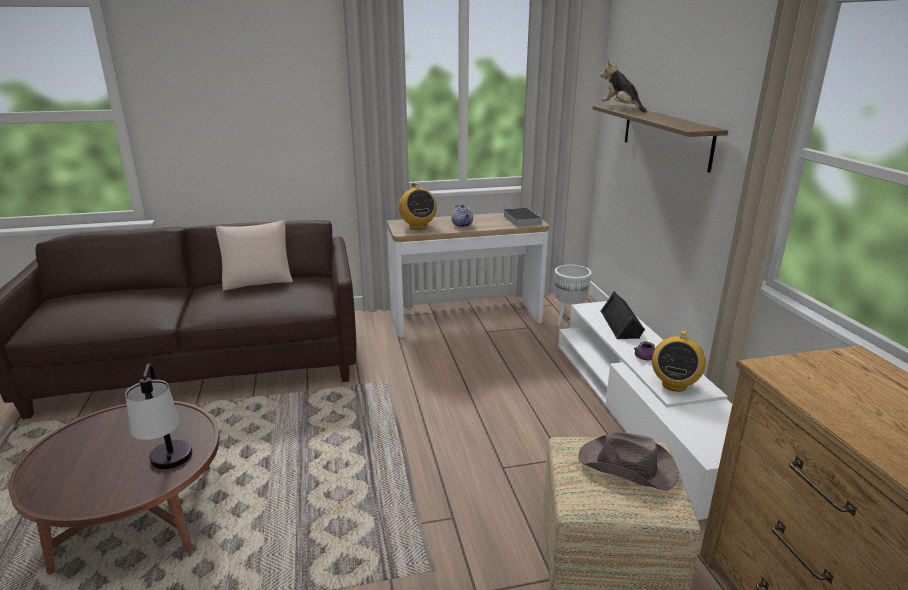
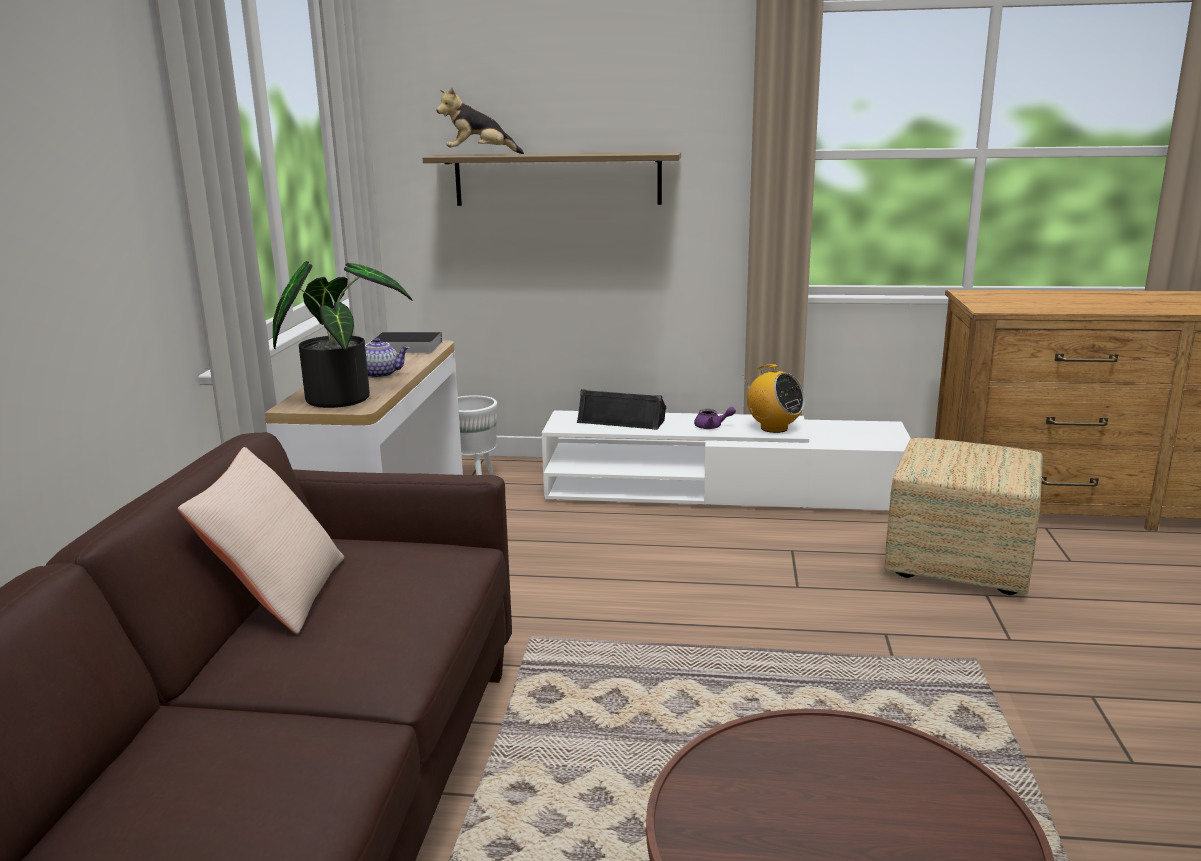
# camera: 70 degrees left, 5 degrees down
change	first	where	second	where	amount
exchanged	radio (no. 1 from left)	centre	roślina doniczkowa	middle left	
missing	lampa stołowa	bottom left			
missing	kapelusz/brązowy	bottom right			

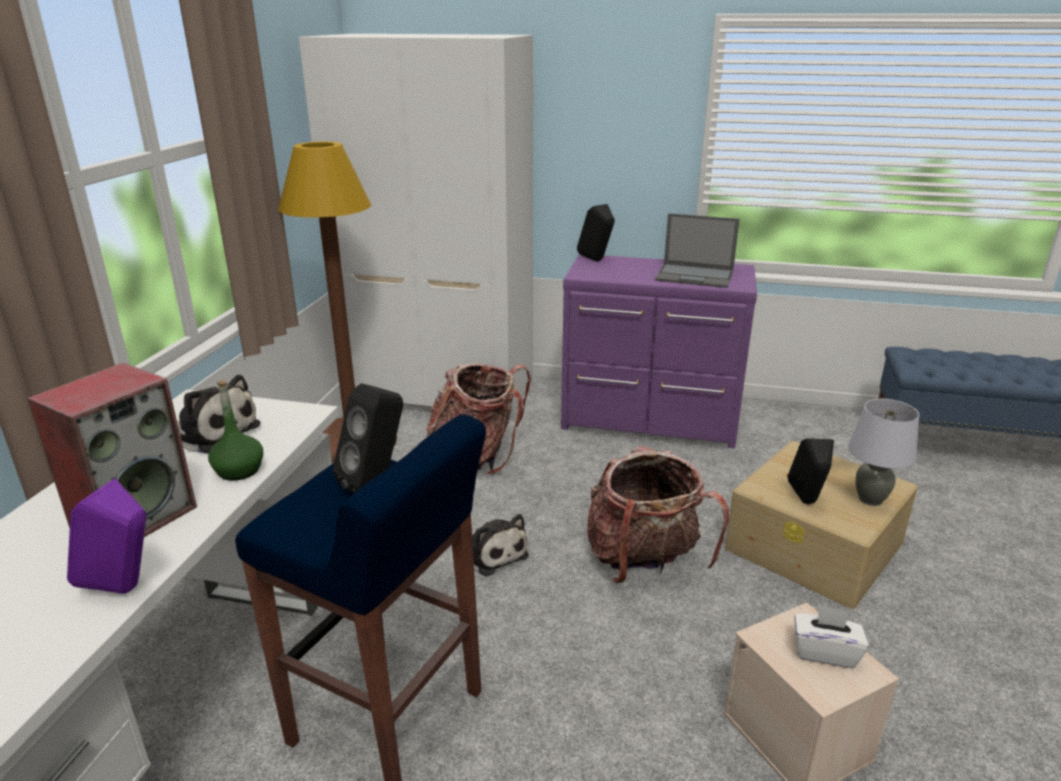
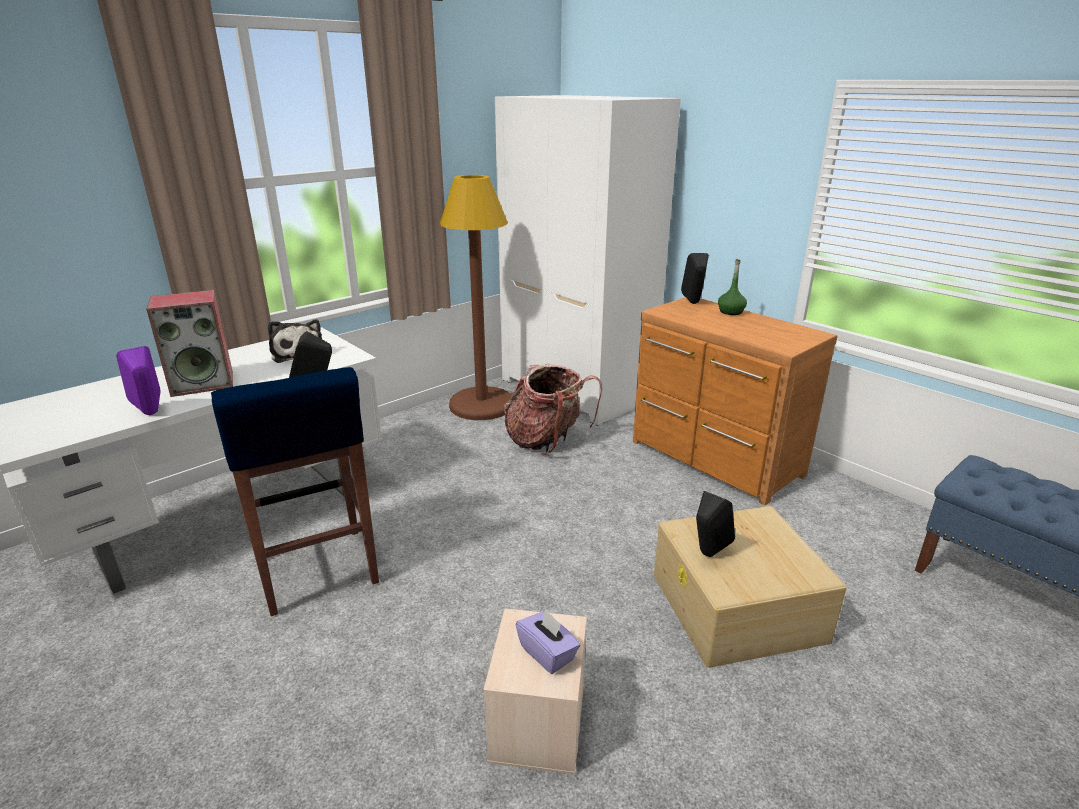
# camera: 35 degrees right, 0 degrees up
change	first	where	second	where	amount
missing	laptop	top centre			
colour	komoda/fioletowy	centre	komoda/brązowy	middle right	
relocated	butelka/zielony	middle left		middle right	
missing	lampa stołowa/szary	middle right			
missing	plecak (no. 2 from left)	centre			
missing	pluszak (no. 2 from left)	bottom centre			
colour	pudełko chusteczek/biały	bottom right	pudełko chusteczek/fioletowy	bottom centre	

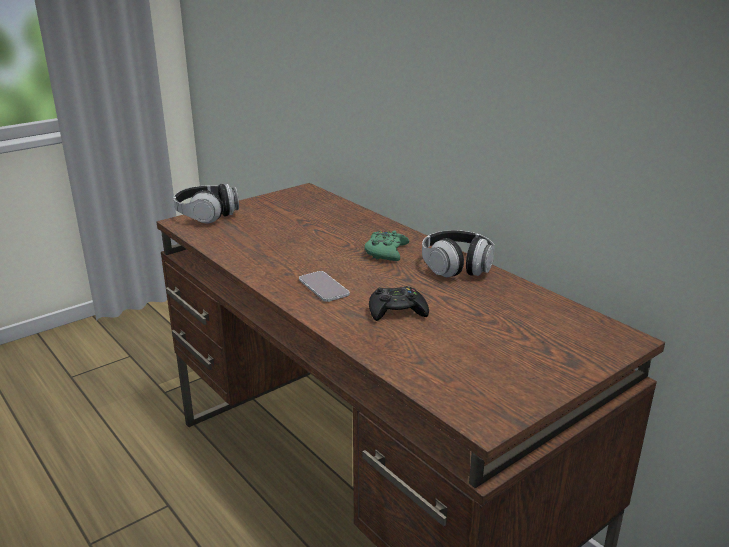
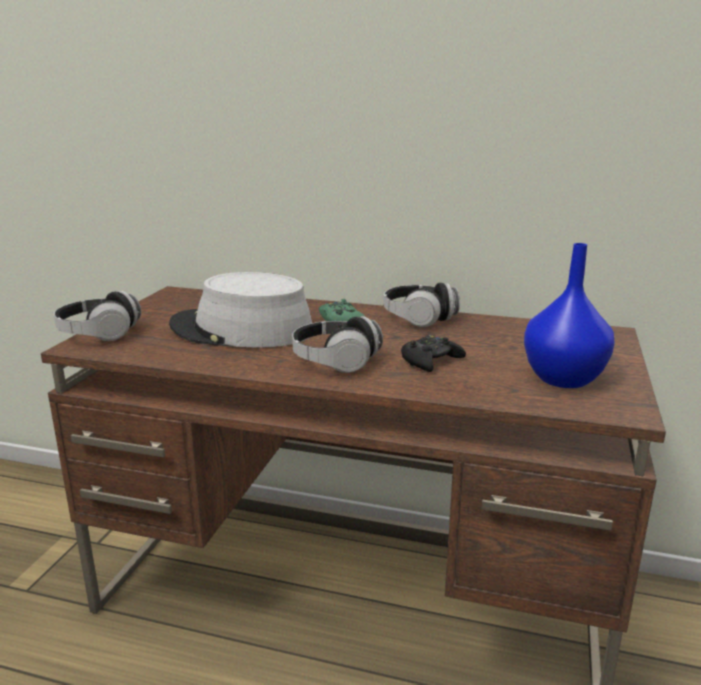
# camera: 35 degrees left, 5 degrees down
change	first	where	second	where	amount
exchanged	telefon	centre	słuchawki (no. 2 from left)	centre	
appeared			wazon/niebieski	middle right	
appeared			kapelusz/szary	centre	

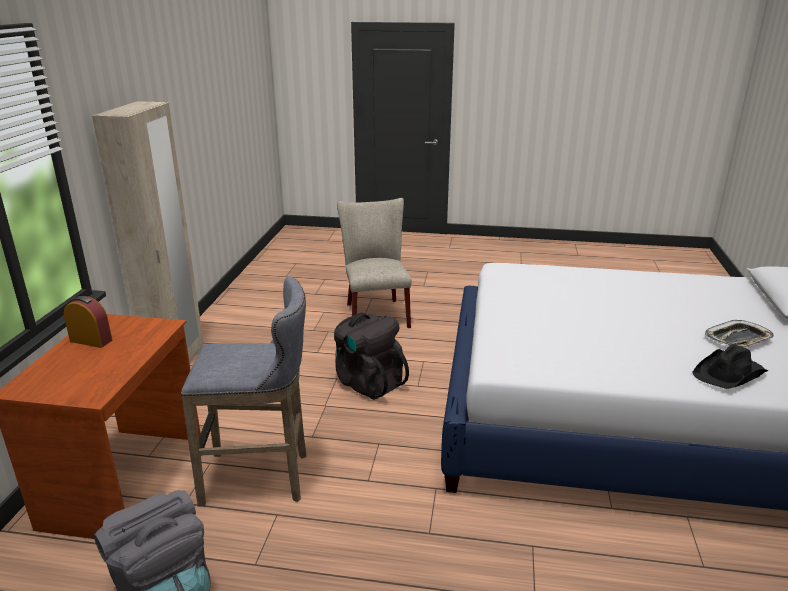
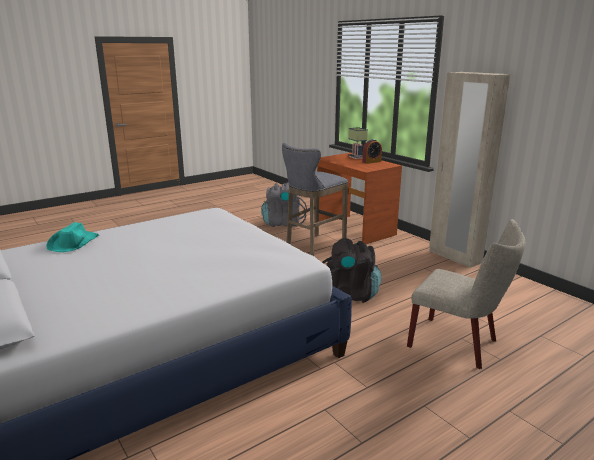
# camera: 135 degrees right, 5 degrees down
change	first	where	second	where	amount
missing	taca	middle right			
colour	kapelusz/czarny	middle right	kapelusz/turkusowy	middle left	
appeared			lampa stołowa	top centre	

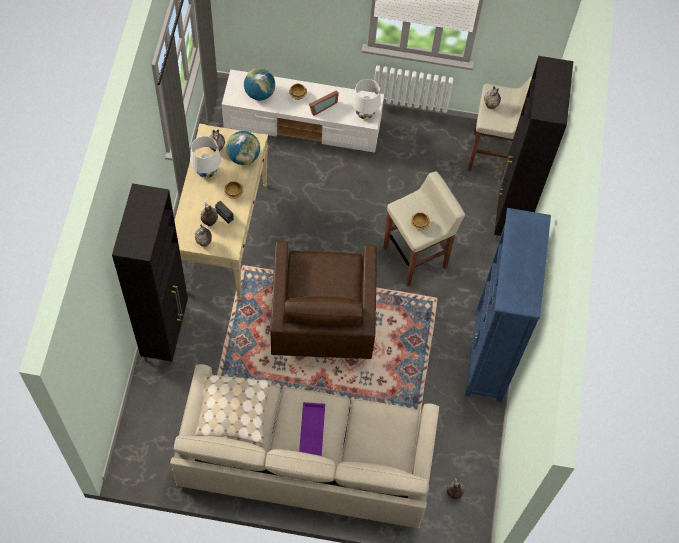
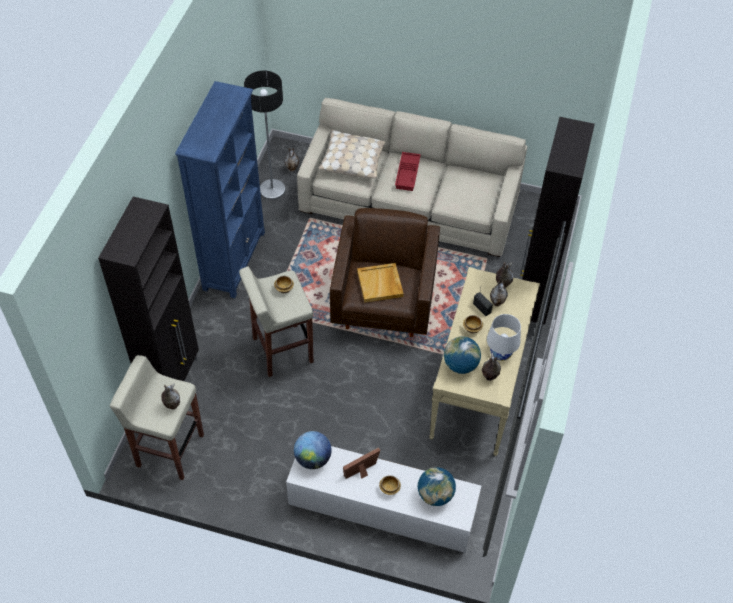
# camera: 170 degrees left, 10 degrees down
change	first	where	second	where	amount
exchanged	lampa stołowa/biały (no. 2 from left)	top centre	globus (no. 1 from left)	bottom centre	
relocated	poduszka/beżowy	bottom centre		top centre	
colour	taca/fioletowy	bottom centre	taca/czerwony	top centre	
appeared			lampa stojąca	top centre	
appeared			taca/beżowy	centre	

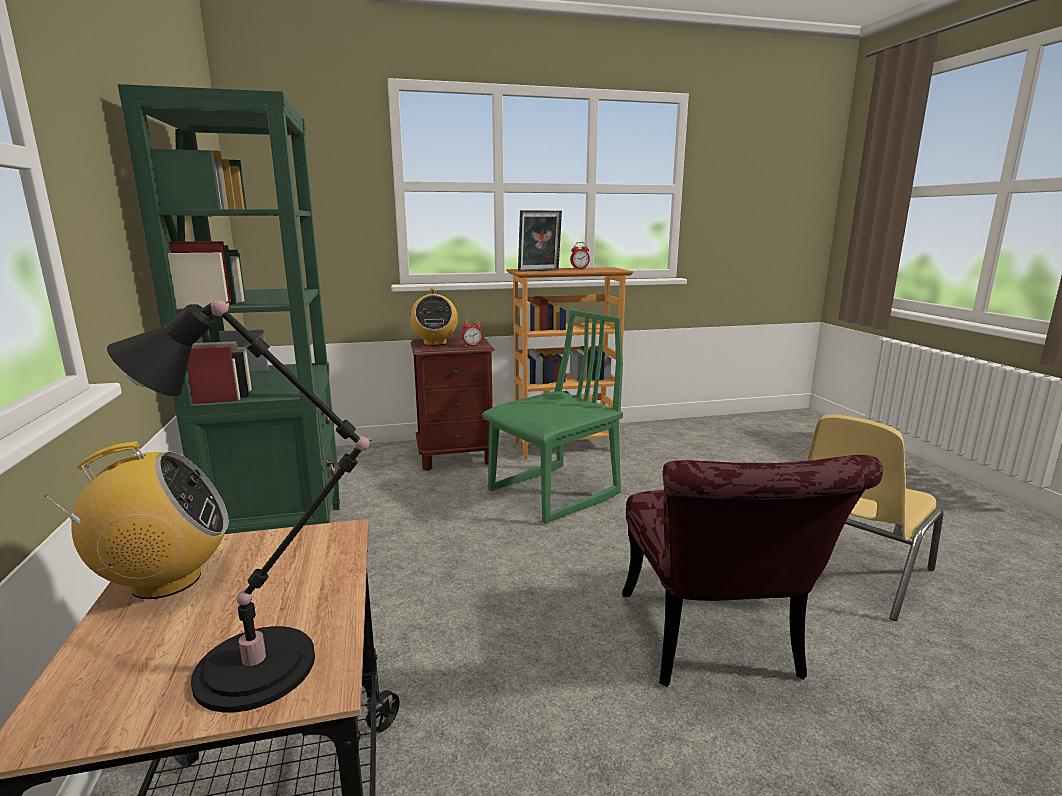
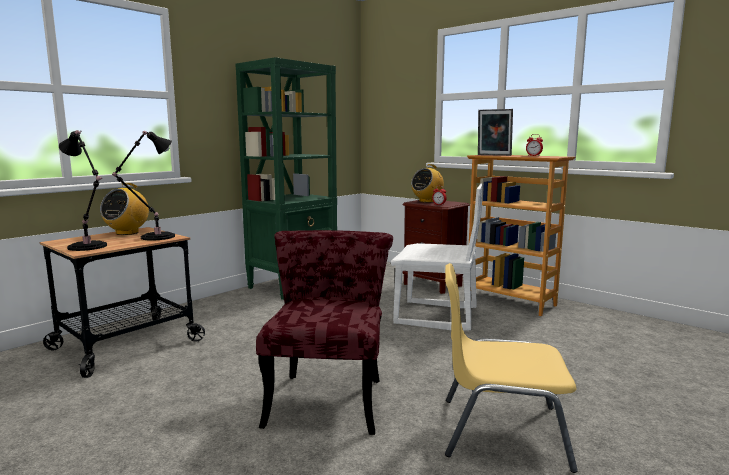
# camera: 55 degrees right, 5 degrees down
change	first	where	second	where	amount
colour	krzesło/zielony	centre	krzesło/biały	centre	
spun	radio (no. 1 from left)	middle left		middle left	75 degrees clockwise
spun	krzesło/czerwony	bottom right		bottom centre	135 degrees clockwise
appeared			lampa stołowa/czarny (no. 2 from left)	middle left	

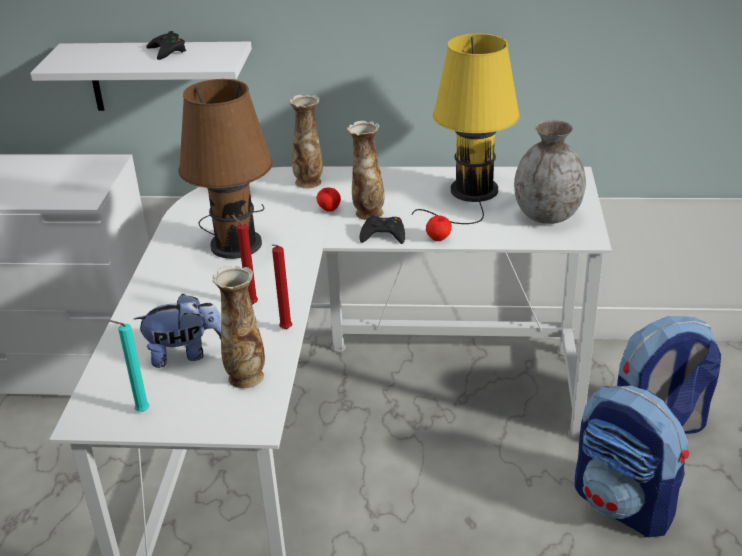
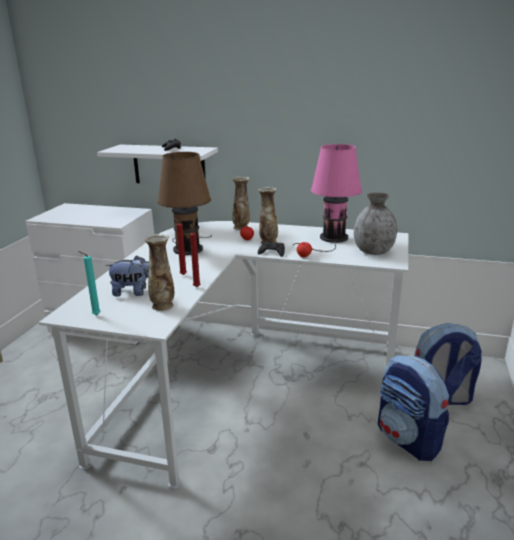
# camera: 10 degrees right, 10 degrees down
change	first	where	second	where	amount
colour	lampa stołowa/żółty	top centre	lampa stołowa/różowy	centre	

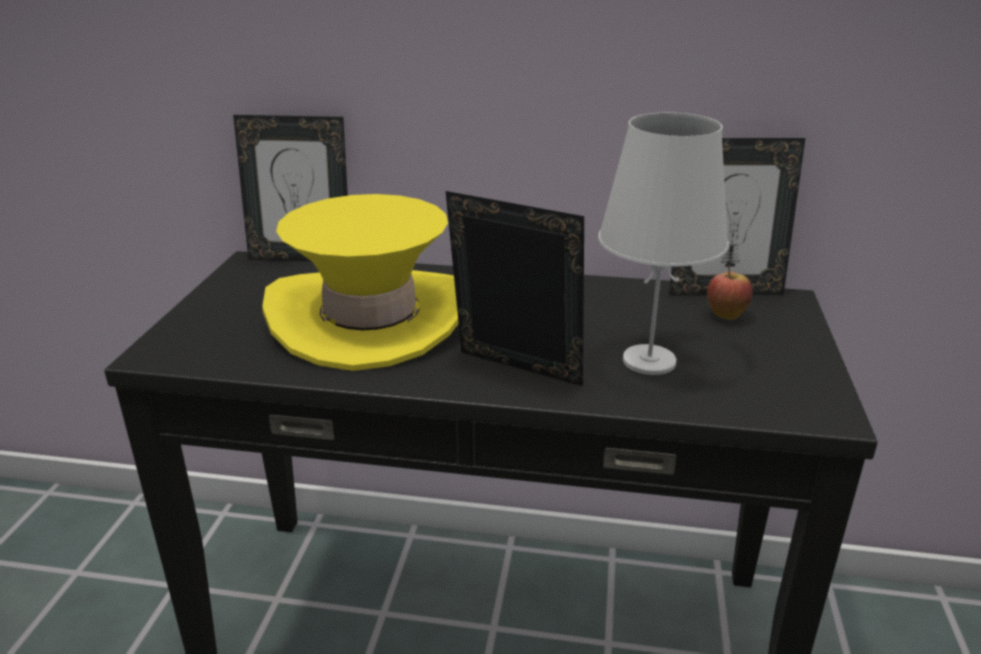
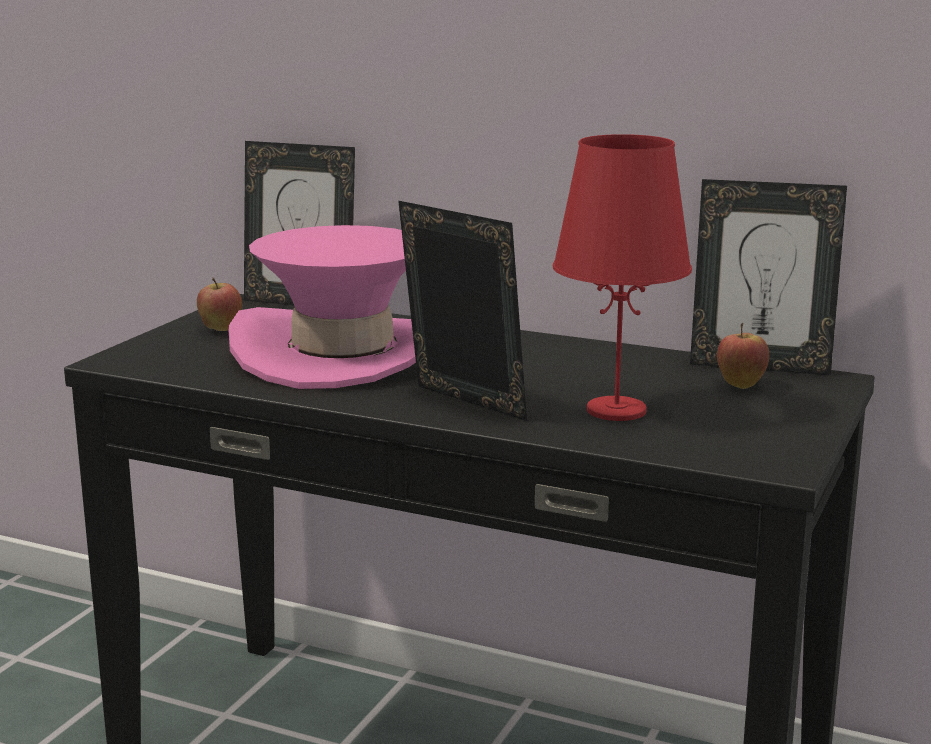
# camera: 15 degrees right, 10 degrees down
change	first	where	second	where	amount
colour	lampa stołowa/biały	middle right	lampa stołowa/czerwony	middle right	
colour	kapelusz/żółty	centre	kapelusz/różowy	centre	
appeared			jabłko (no. 1 from left)	middle left	

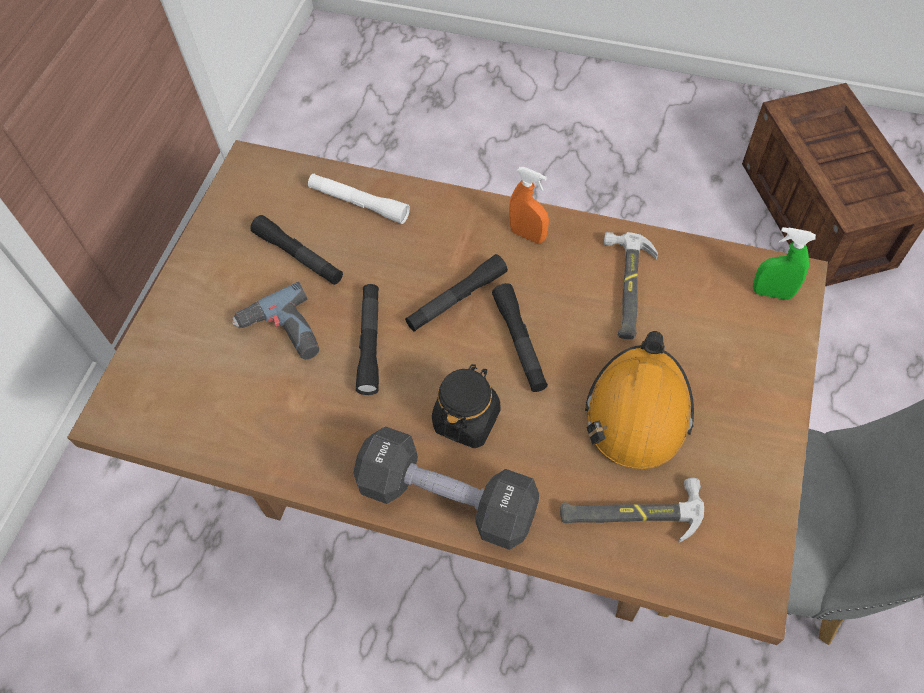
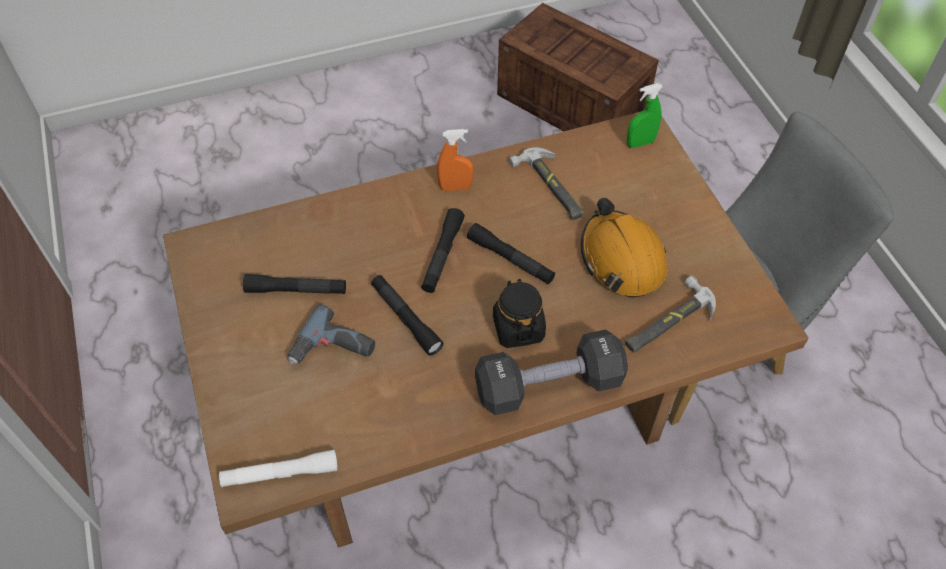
# camera: 40 degrees left, 5 degrees down
change	first	where	second	where	amount
relocated	latarka/biały	top centre		bottom left	

